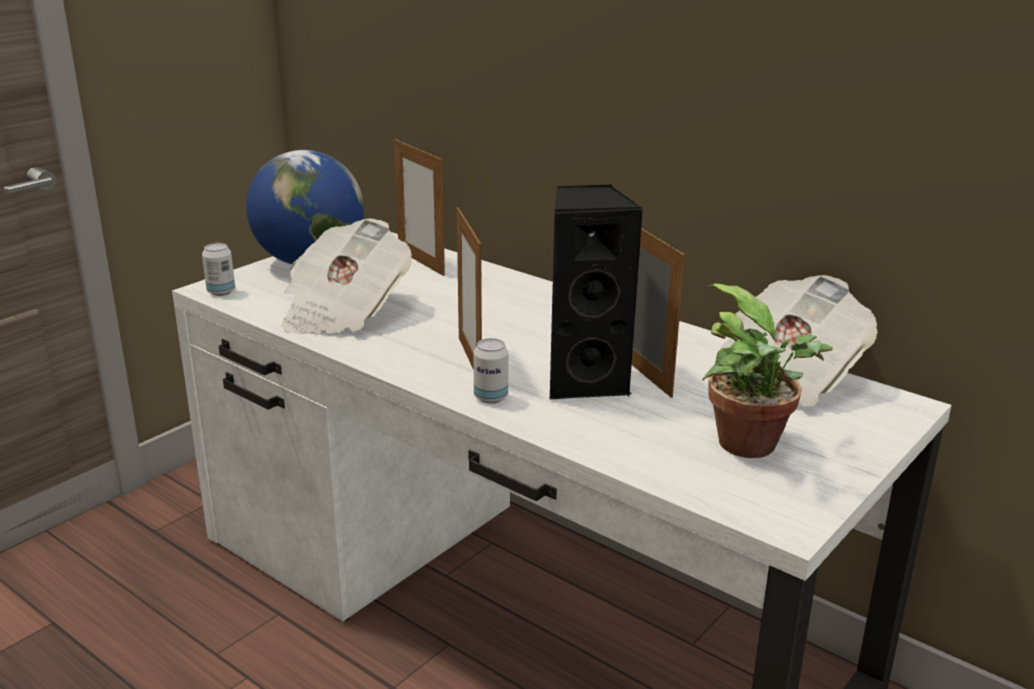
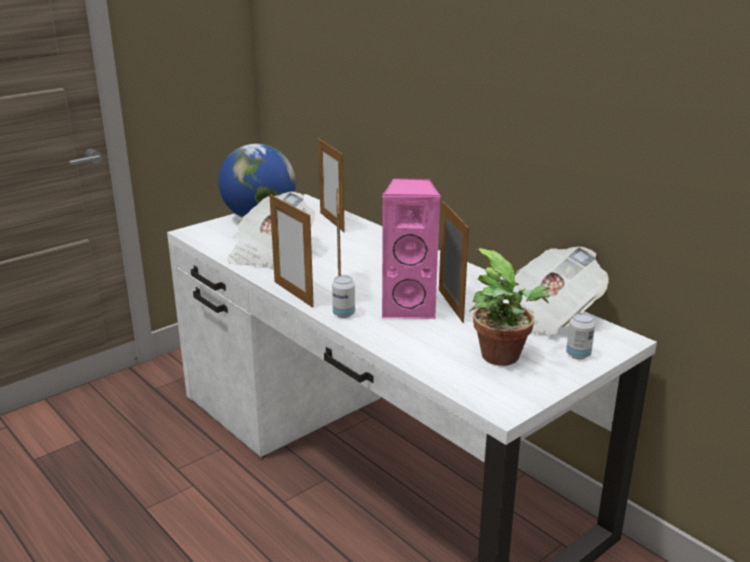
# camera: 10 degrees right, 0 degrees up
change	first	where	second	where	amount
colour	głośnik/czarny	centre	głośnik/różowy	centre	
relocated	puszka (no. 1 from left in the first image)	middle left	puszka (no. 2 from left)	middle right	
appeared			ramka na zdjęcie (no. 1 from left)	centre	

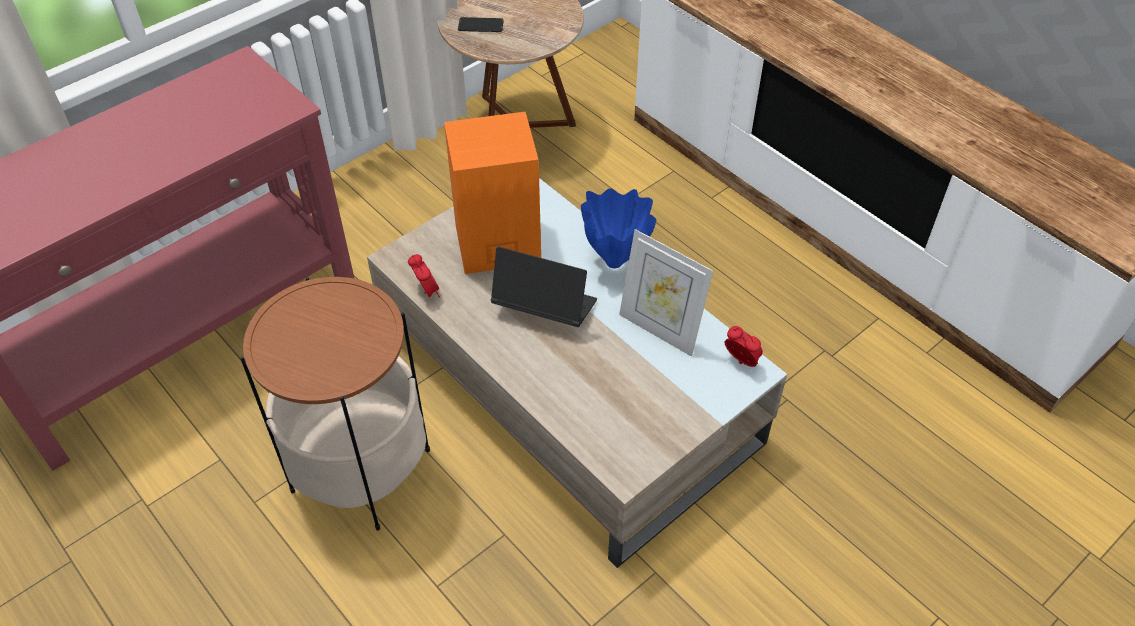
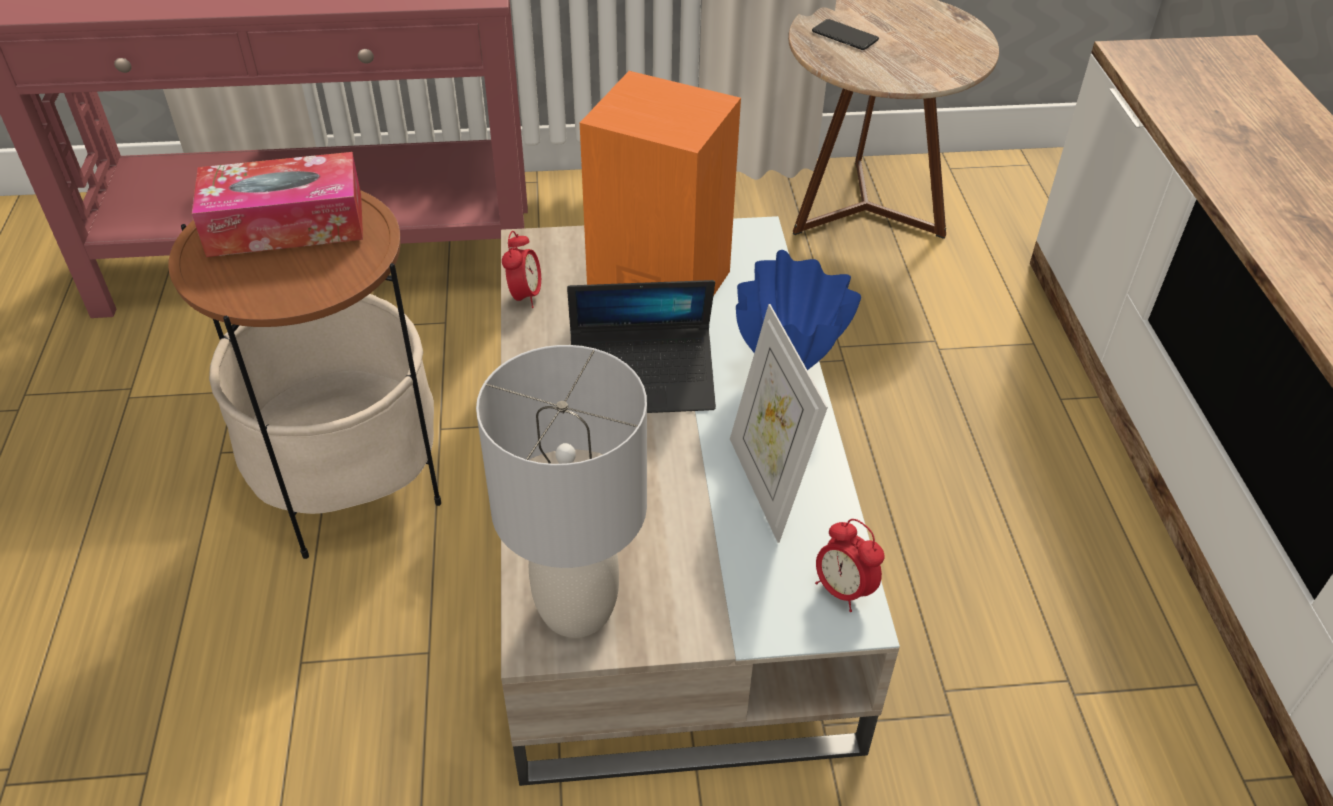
# camera: 35 degrees right, 5 degrees down
change	first	where	second	where	amount
spun	laptop	centre		centre	120 degrees clockwise
spun	budzik (no. 2 from left)	centre		bottom centre	150 degrees clockwise
appeared			pudełko chusteczek	top left	
appeared			lampa stołowa/szary	centre	

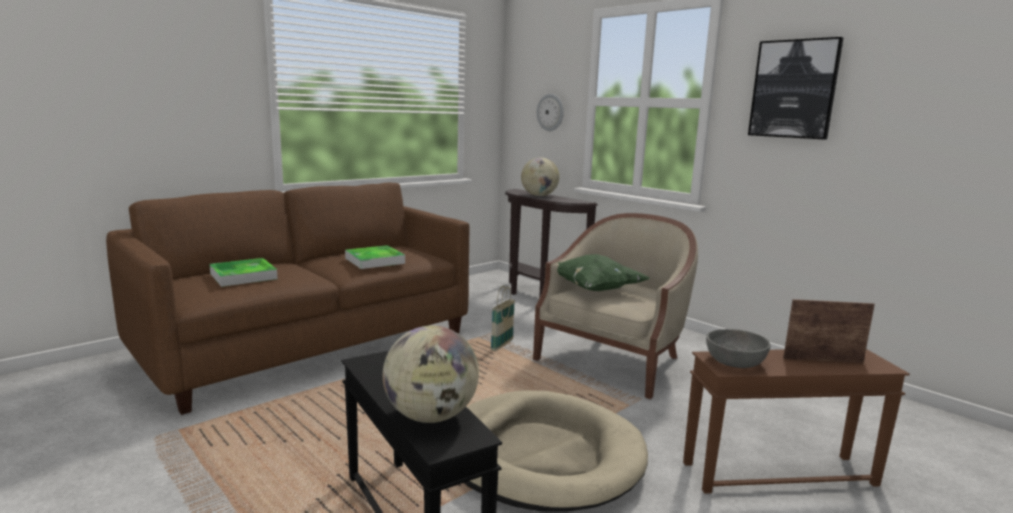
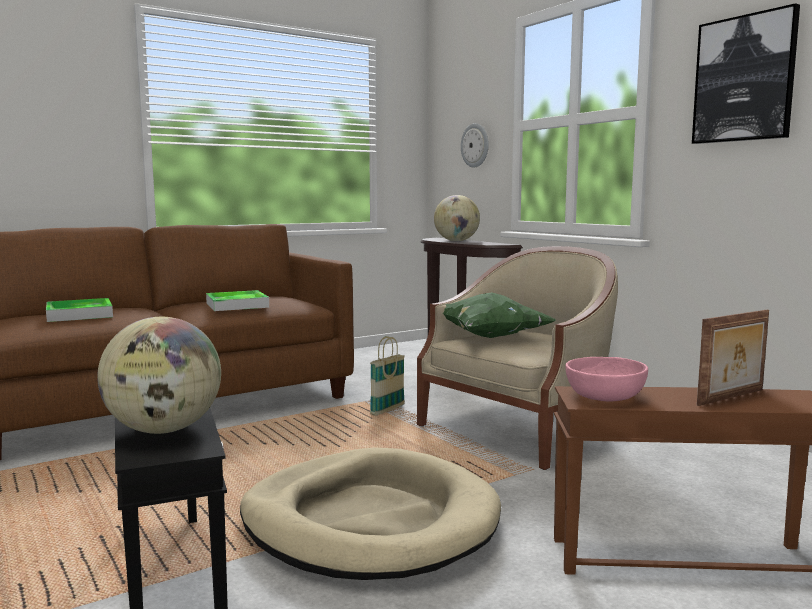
# camera: 10 degrees right, 5 degrees down
change	first	where	second	where	amount
spun	ramka na zdjęcie	middle right		middle right	135 degrees clockwise
colour	miska/szary	bottom right	miska/różowy	middle right	

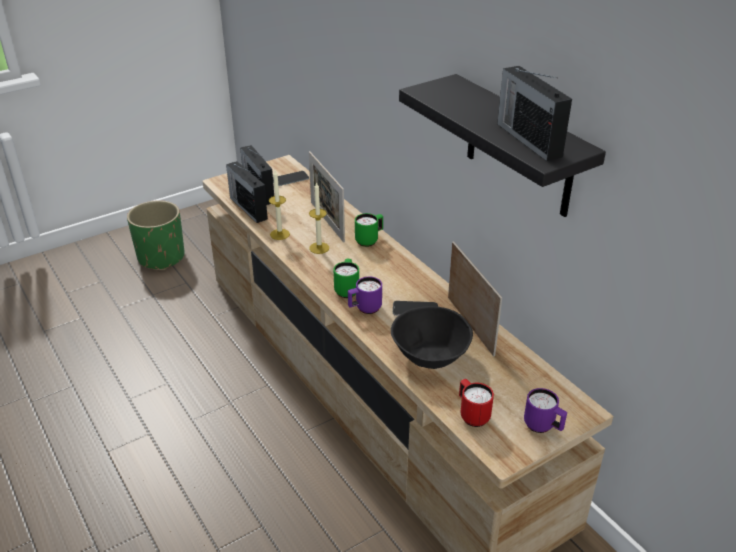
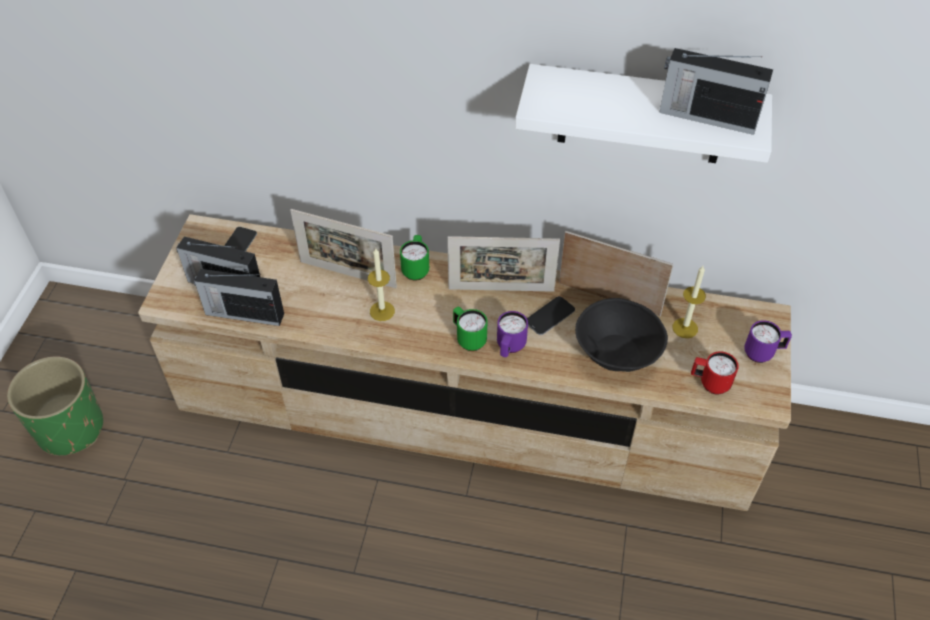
# camera: 45 degrees left, 15 degrees up
change	first	where	second	where	amount
colour	półka/czarny	top right	półka/biały	top right	
relocated	świeca (no. 1 from left in the first image)	centre	świeca (no. 2 from left)	middle right	
appeared			ramka na zdjęcie (no. 2 from left)	centre	

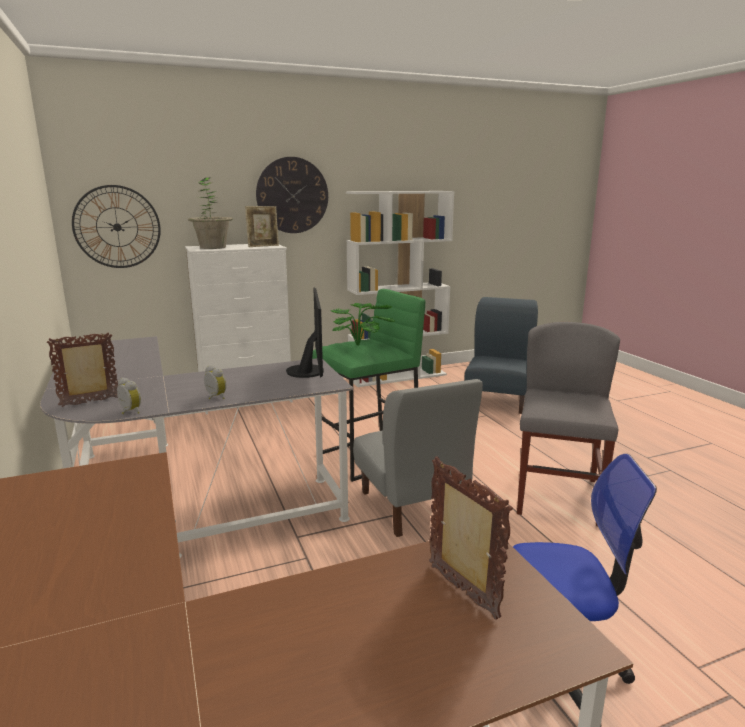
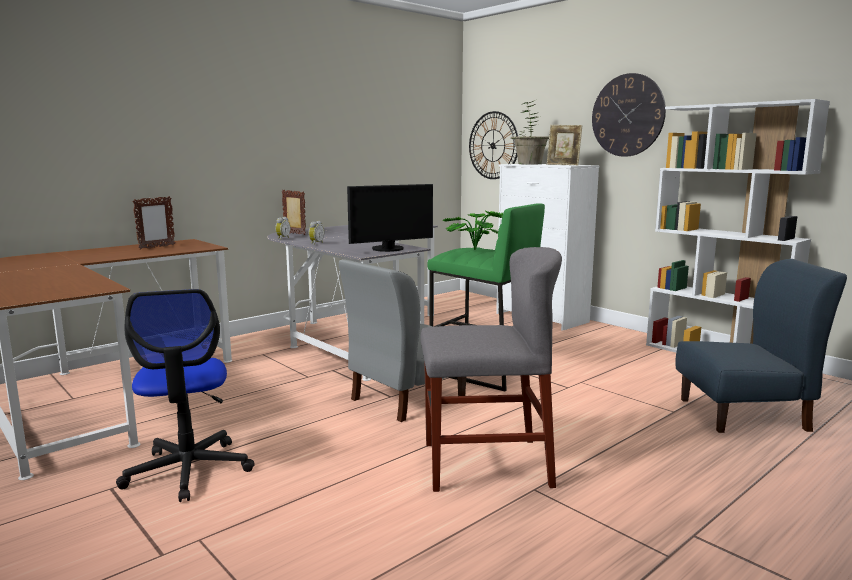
# camera: 70 degrees right, 5 degrees down
change	first	where	second	where	amount
relocated	ramka na zdjęcie (no. 3 from left in the first image)	bottom centre	ramka na zdjęcie (no. 1 from left)	middle left	

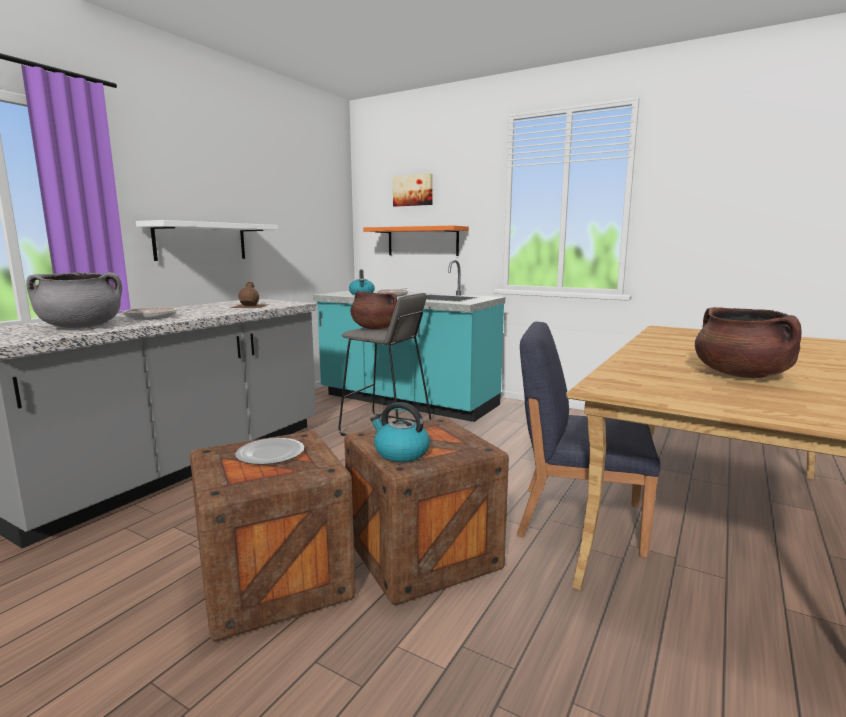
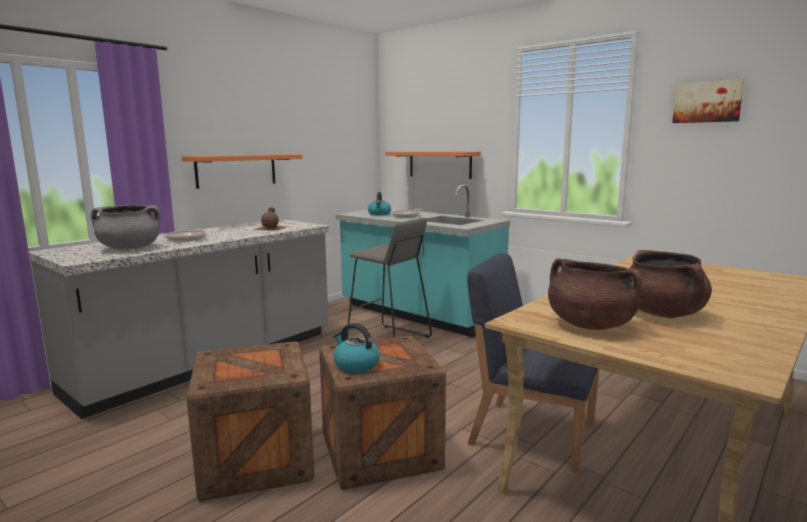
# camera: 10 degrees right, 0 degrees up
change	first	where	second	where	amount
relocated	obraz	top centre		top right	
colour	półka/biały	middle left	półka/pomarańczowy (no. 1 from left)	top left	
relocated	garnek/brązowy (no. 1 from left)	centre		middle right	
missing	talerz	middle left			

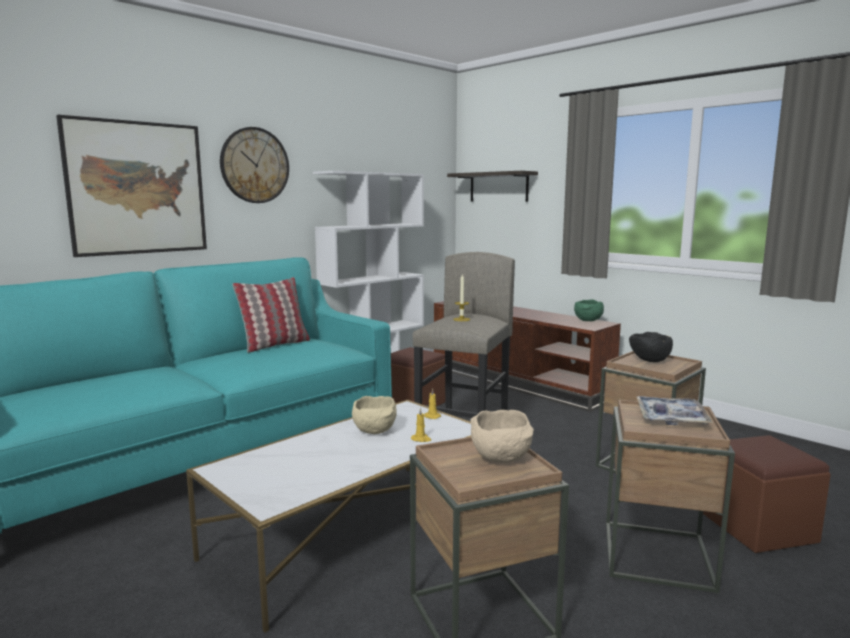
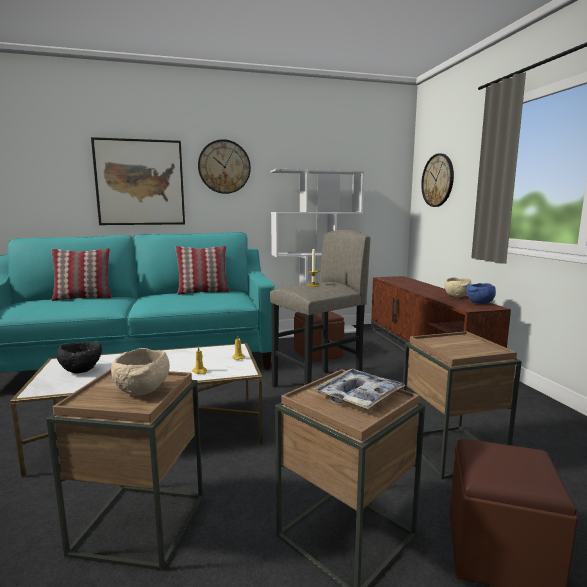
# camera: 30 degrees right, 0 degrees up
change	first	where	second	where	amount
exchanged	półka	top centre	zegar ścienny (no. 2 from left)	top right	
colour	miska/zielony	middle right	miska/niebieski	middle right	
relocated	miska/czarny	middle right		middle left	
relocated	miska/beżowy (no. 1 from left in the first image)	centre	miska/beżowy (no. 2 from left)	middle right	
appeared			poduszka (no. 1 from left)	middle left	

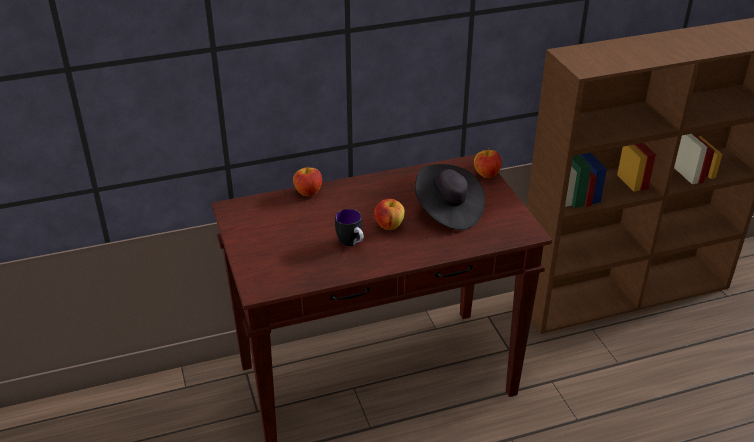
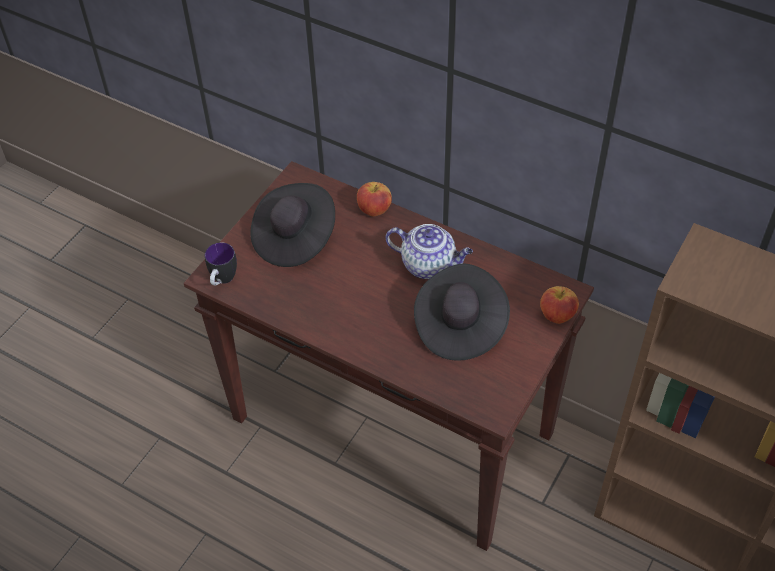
# camera: 50 degrees right, 15 degrees up
change	first	where	second	where	amount
missing	jabłko (no. 2 from left)	centre			
relocated	kubek	centre		middle left	
appeared			kapelusz/czarny (no. 1 from left)	centre	
appeared			imbryk	centre	

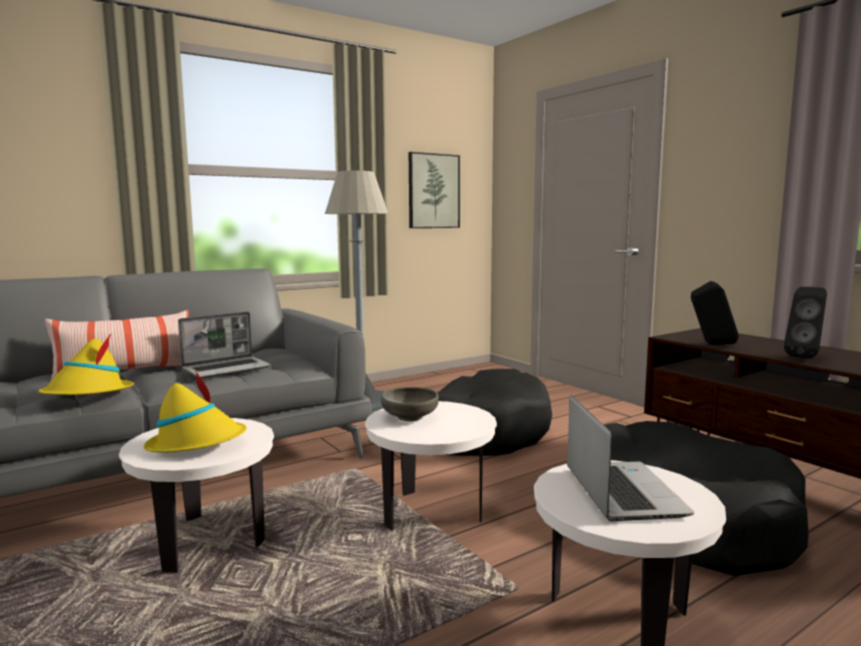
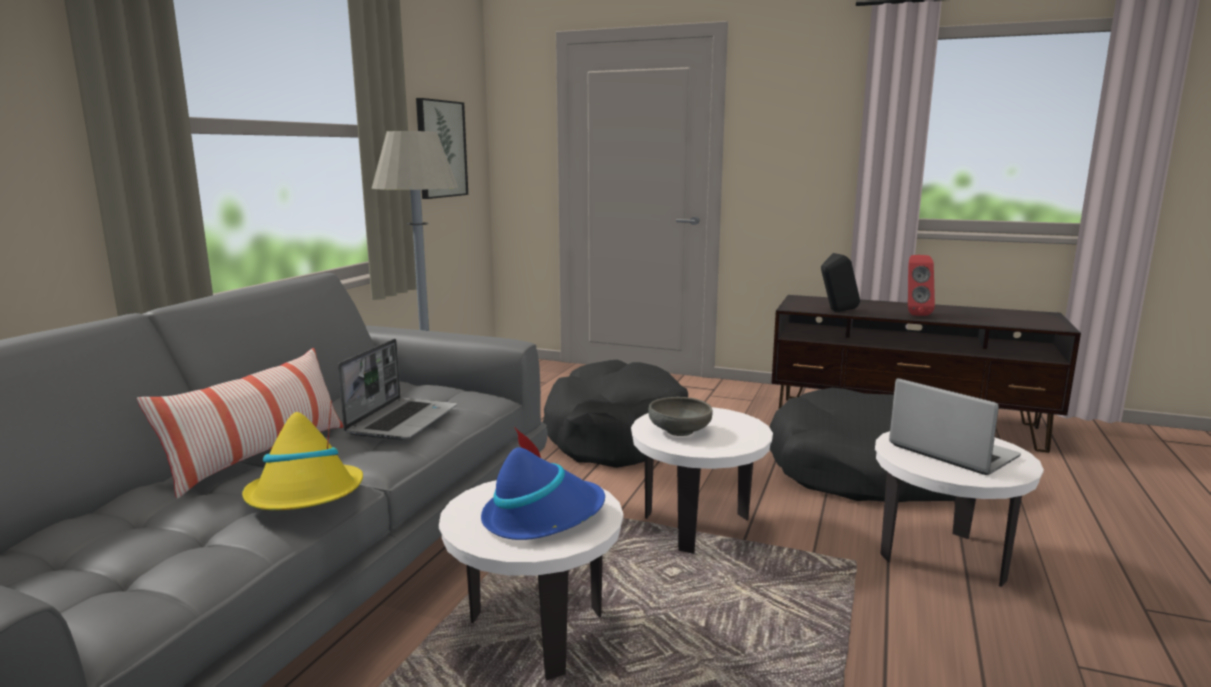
# camera: 35 degrees left, 5 degrees up
change	first	where	second	where	amount
colour	głośnik/czarny (no. 2 from left)	middle right	głośnik/czerwony	middle right	
colour	kapelusz/żółty (no. 2 from left)	middle left	kapelusz/niebieski	bottom centre	

